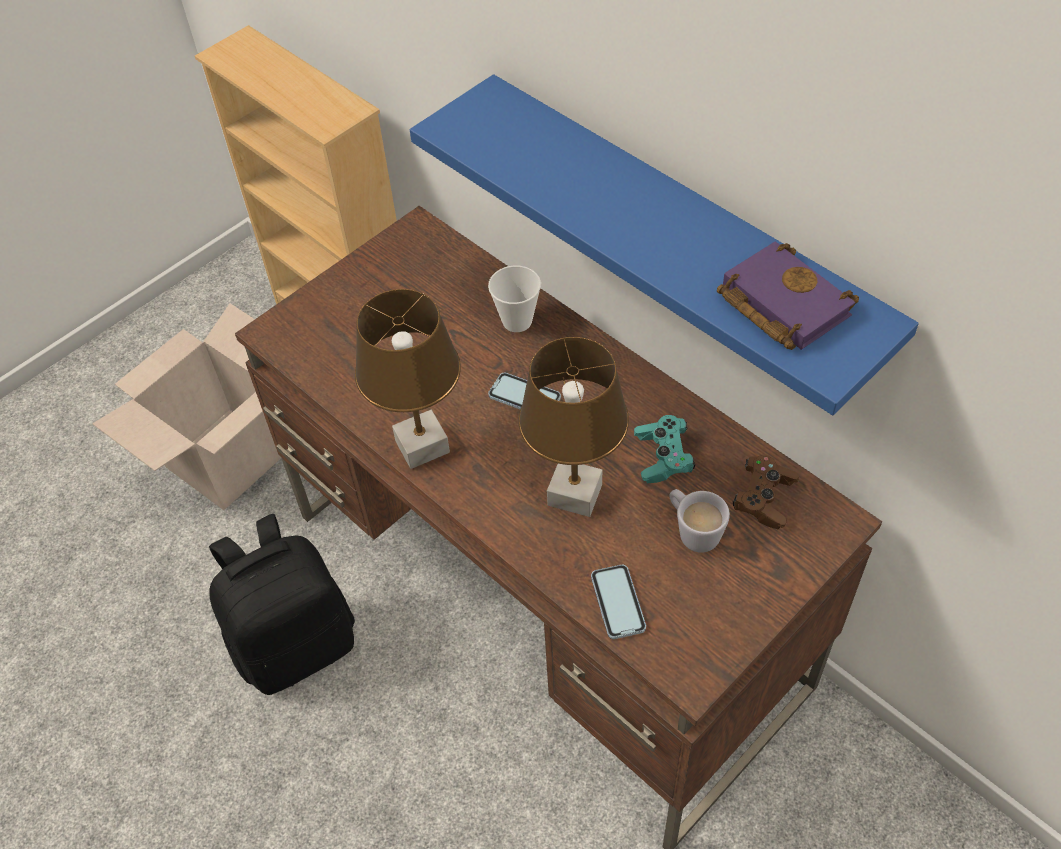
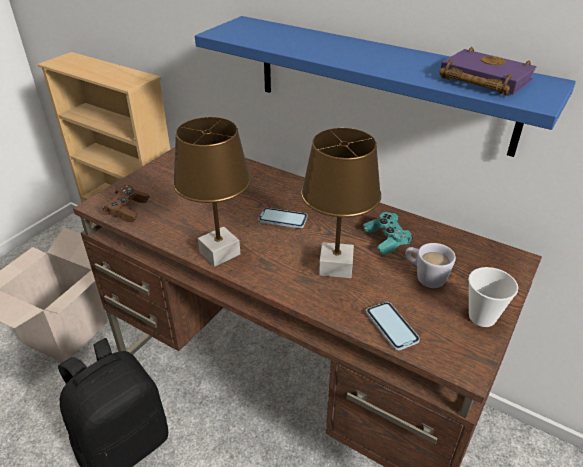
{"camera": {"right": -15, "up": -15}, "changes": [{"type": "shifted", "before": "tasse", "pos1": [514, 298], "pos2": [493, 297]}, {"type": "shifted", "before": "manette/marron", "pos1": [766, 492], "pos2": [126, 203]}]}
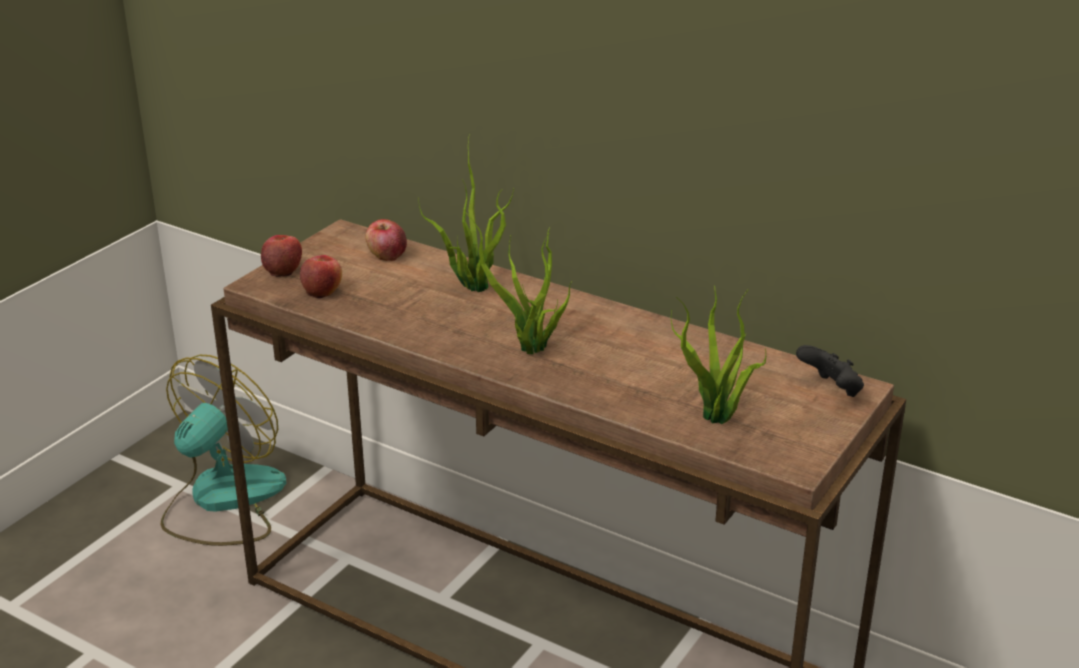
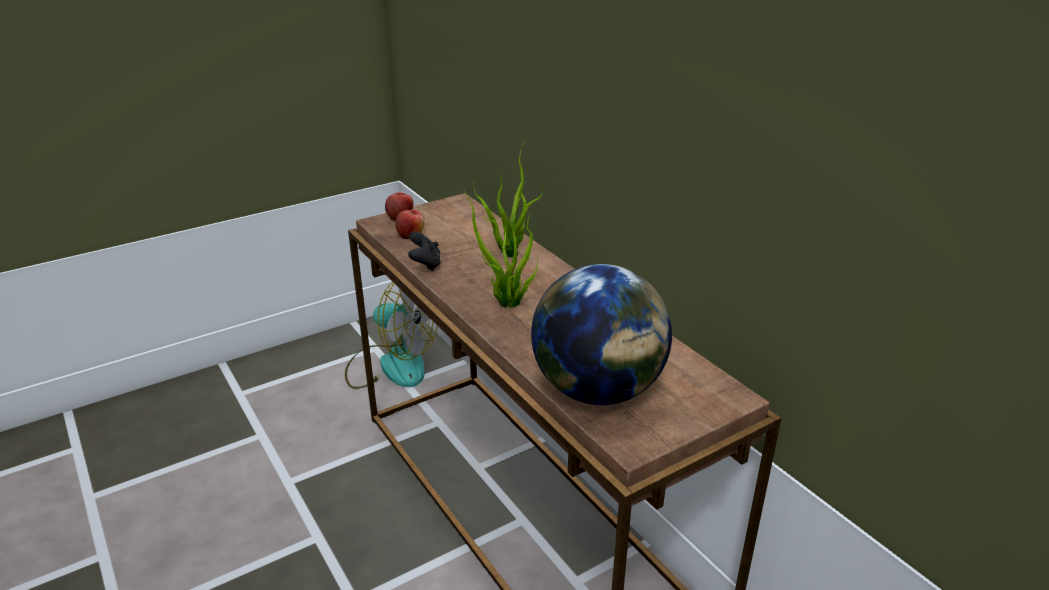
{"camera": {"right": 25, "up": 0}, "changes": [{"type": "rotated", "before": "ventilateur", "pos1": [224, 450], "pos2": [391, 335], "turn": 60}, {"type": "gone", "before": "pomme", "pos1": [386, 240]}, {"type": "swapped", "before": "plante en pot", "after": "globe", "pos1": [718, 354], "pos2": [601, 334]}, {"type": "shifted", "before": "manette/noir", "pos1": [830, 371], "pos2": [424, 251]}]}
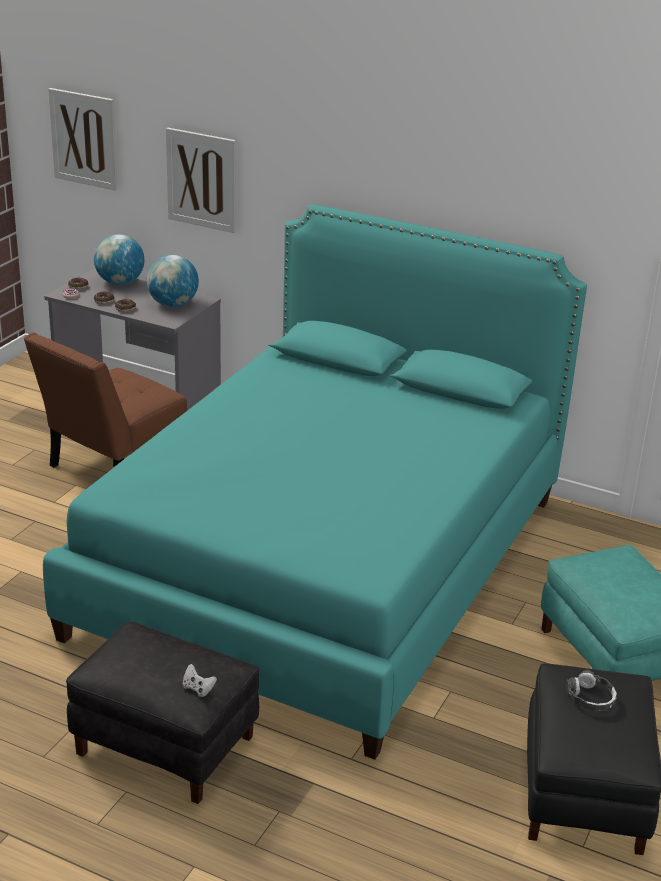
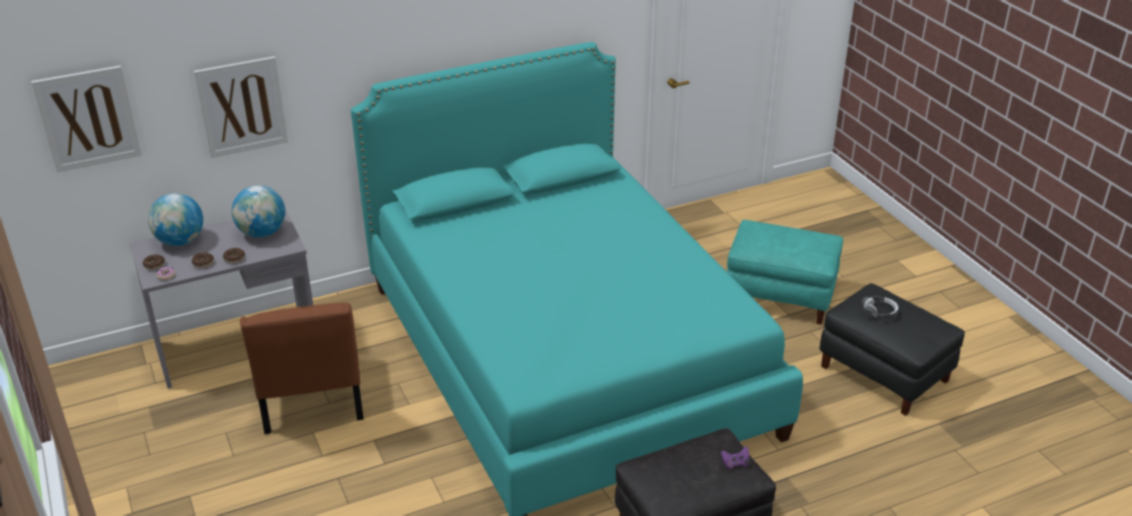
{"camera": {"right": -50, "up": 5}, "changes": [{"type": "repainted", "before": "manette/blanc", "after": "manette/violet", "pos1": [200, 680], "pos2": [735, 457]}]}
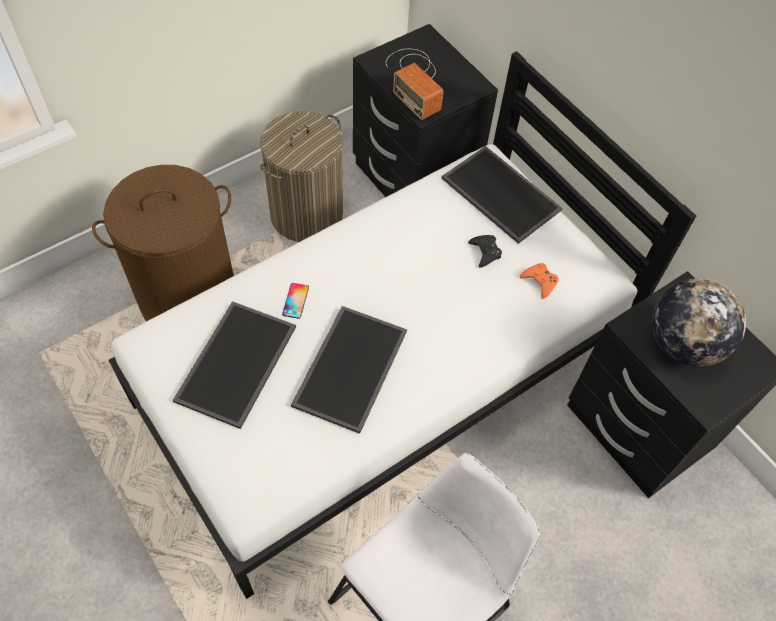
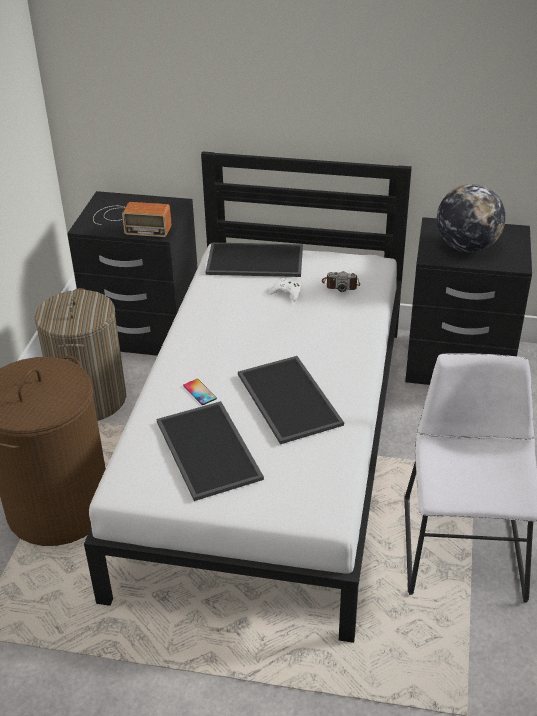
{"camera": {"right": -40, "up": -20}, "changes": [{"type": "repainted", "before": "manette/noir", "after": "manette/blanc", "pos1": [485, 251], "pos2": [285, 290]}, {"type": "swapped", "before": "manette/orange", "after": "appareil photo", "pos1": [539, 281], "pos2": [341, 281]}]}
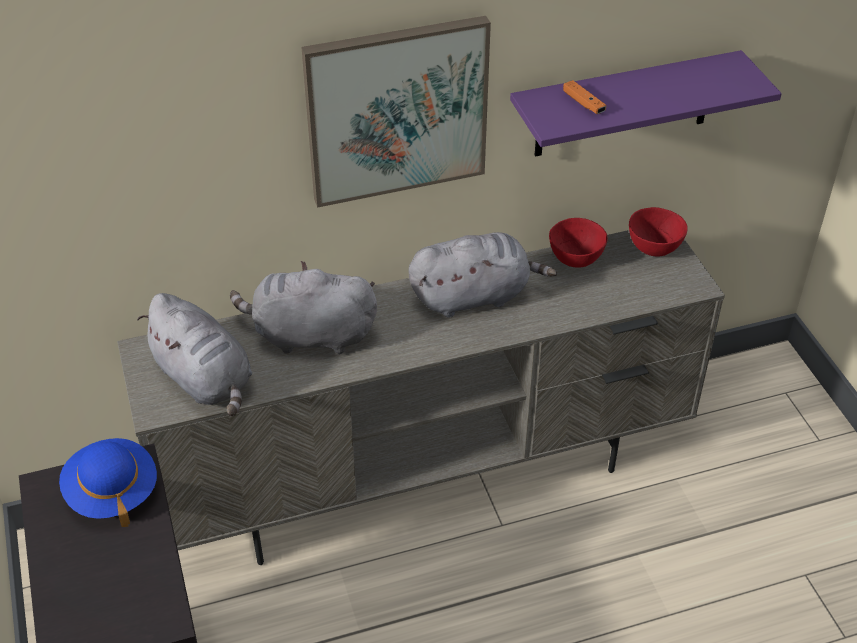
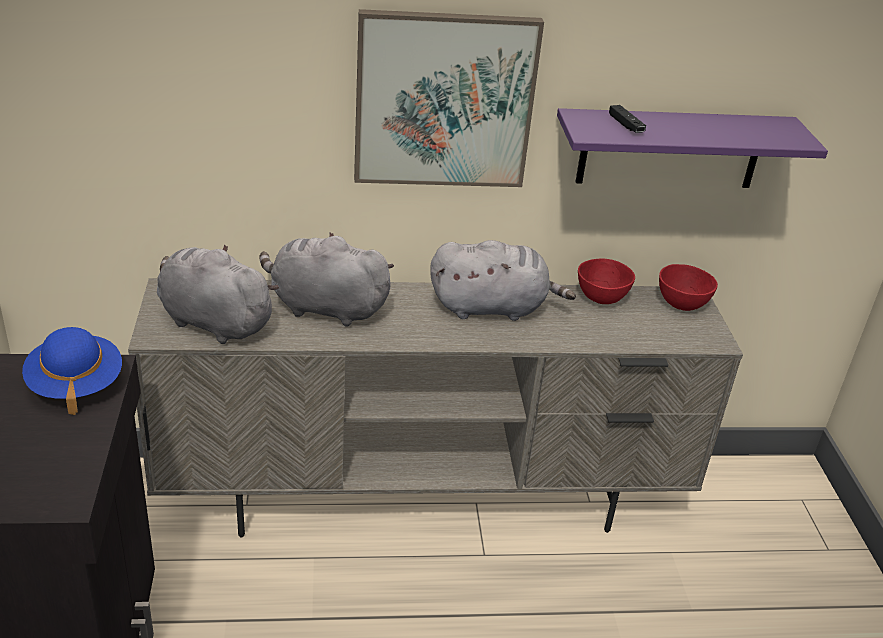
{"camera": {"right": 10, "up": -10}, "changes": [{"type": "rotated", "before": "peluche/gris", "pos1": [194, 354], "pos2": [218, 294], "turn": 150}, {"type": "repainted", "before": "manette/orange", "after": "manette/noir", "pos1": [584, 97], "pos2": [627, 119]}]}
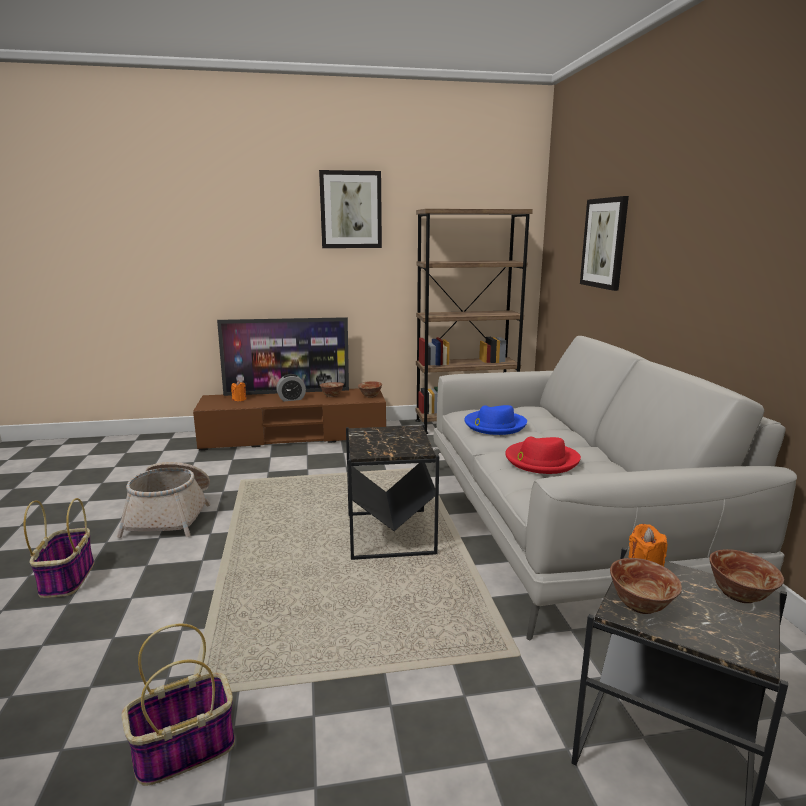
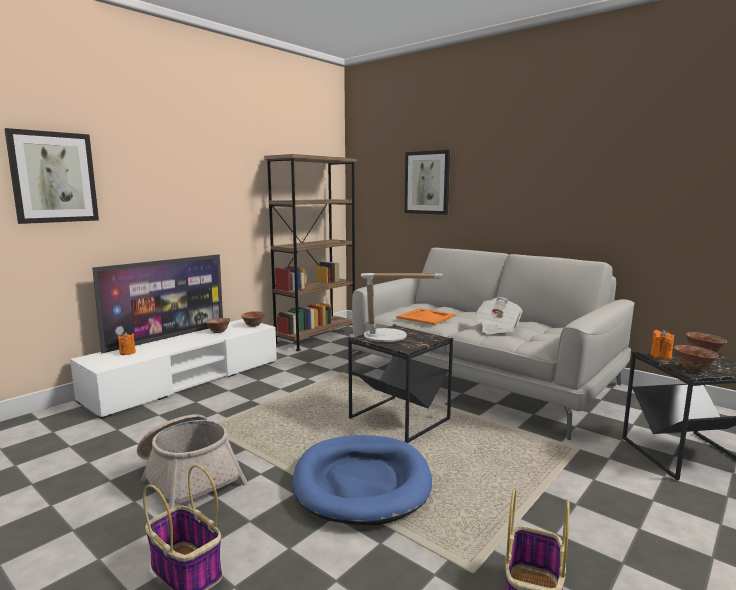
{"camera": {"right": -40, "up": -5}, "changes": [{"type": "repainted", "before": "meuble télé/marron", "after": "meuble télé/blanc", "pos1": [289, 419], "pos2": [173, 369]}, {"type": "gone", "before": "réveil", "pos1": [291, 387]}, {"type": "shifted", "before": "tableau", "pos1": [350, 209], "pos2": [51, 176]}, {"type": "swapped", "before": "chapeau/bleu", "after": "plateau/orange", "pos1": [495, 420], "pos2": [426, 316]}, {"type": "swapped", "before": "chapeau/rouge", "after": "journal", "pos1": [543, 455], "pos2": [499, 315]}, {"type": "new", "after": "panier pour chien/bleu", "pos2": [362, 480]}, {"type": "new", "after": "lampe de table", "pos2": [401, 307]}]}
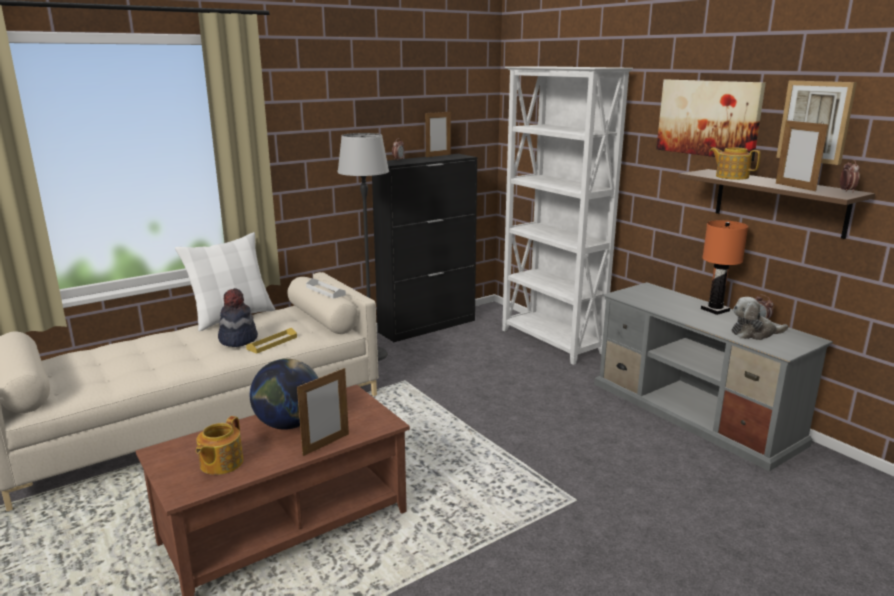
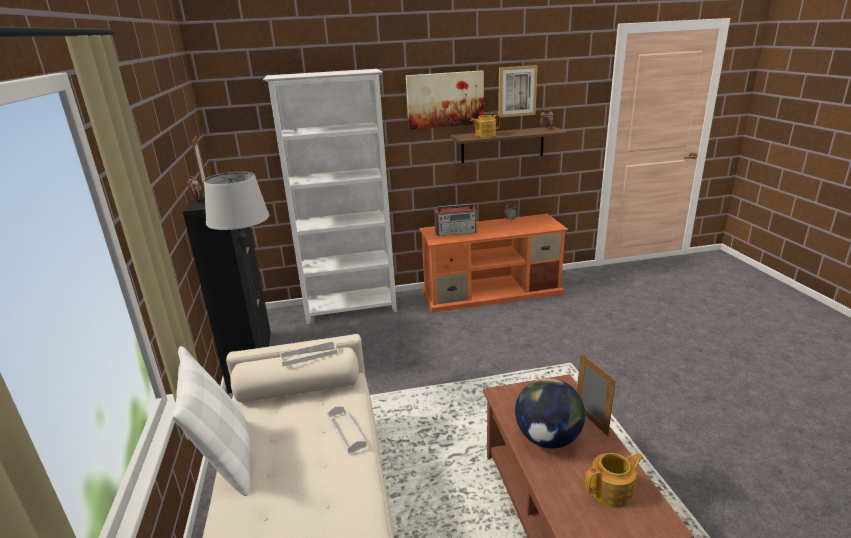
{"camera": {"right": -65, "up": 5}, "changes": [{"type": "rotated", "before": "théière", "pos1": [220, 445], "pos2": [614, 480], "turn": -60}, {"type": "gone", "before": "chapeau", "pos1": [238, 317]}, {"type": "repainted", "before": "plateau/jaune", "after": "plateau/blanc", "pos1": [271, 341], "pos2": [346, 430]}, {"type": "repainted", "before": "meuble télé/gris", "after": "meuble télé/orange", "pos1": [713, 376], "pos2": [493, 263]}, {"type": "gone", "before": "lampe de table/orange", "pos1": [724, 267]}, {"type": "gone", "before": "peluche", "pos1": [759, 318]}, {"type": "gone", "before": "cadre photo", "pos1": [802, 155]}, {"type": "new", "after": "radio", "pos2": [456, 220]}]}
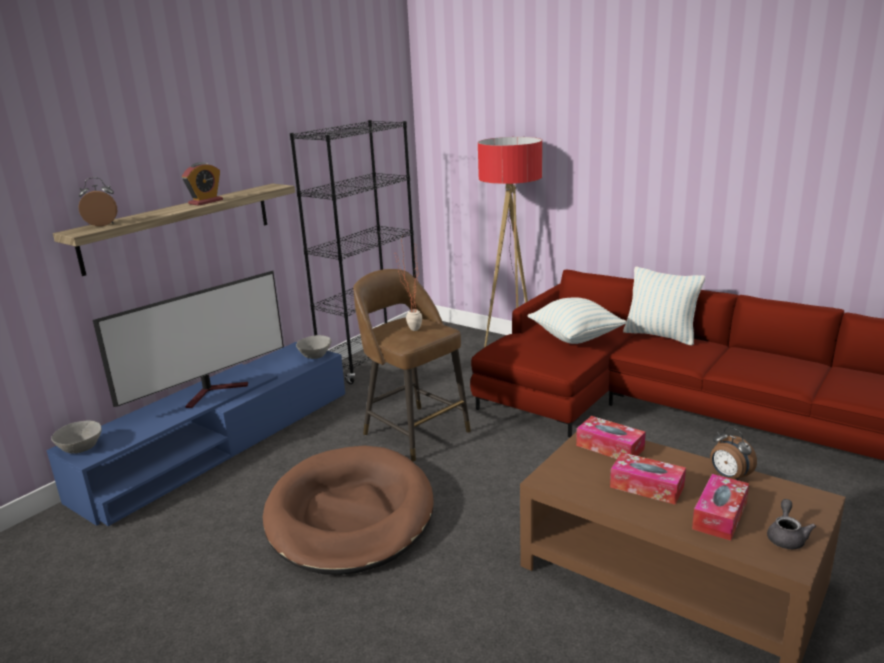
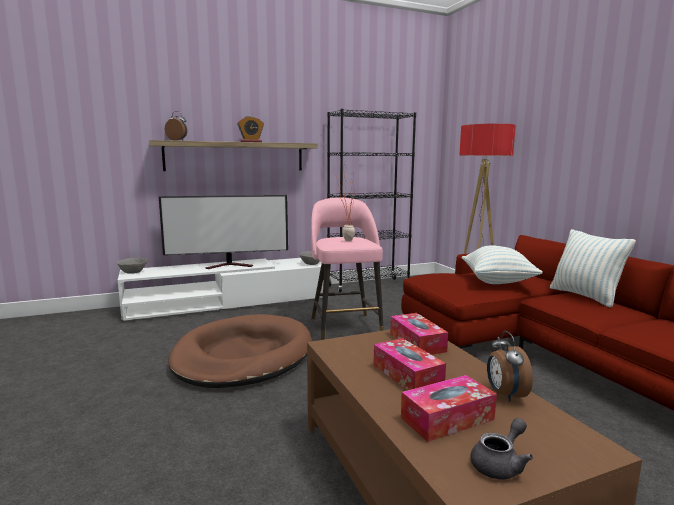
{"camera": {"right": 30, "up": -10}, "changes": [{"type": "repainted", "before": "meuble télé/bleu", "after": "meuble télé/blanc", "pos1": [195, 434], "pos2": [221, 289]}, {"type": "repainted", "before": "tabouret/marron", "after": "tabouret/rose", "pos1": [412, 365], "pos2": [347, 268]}]}
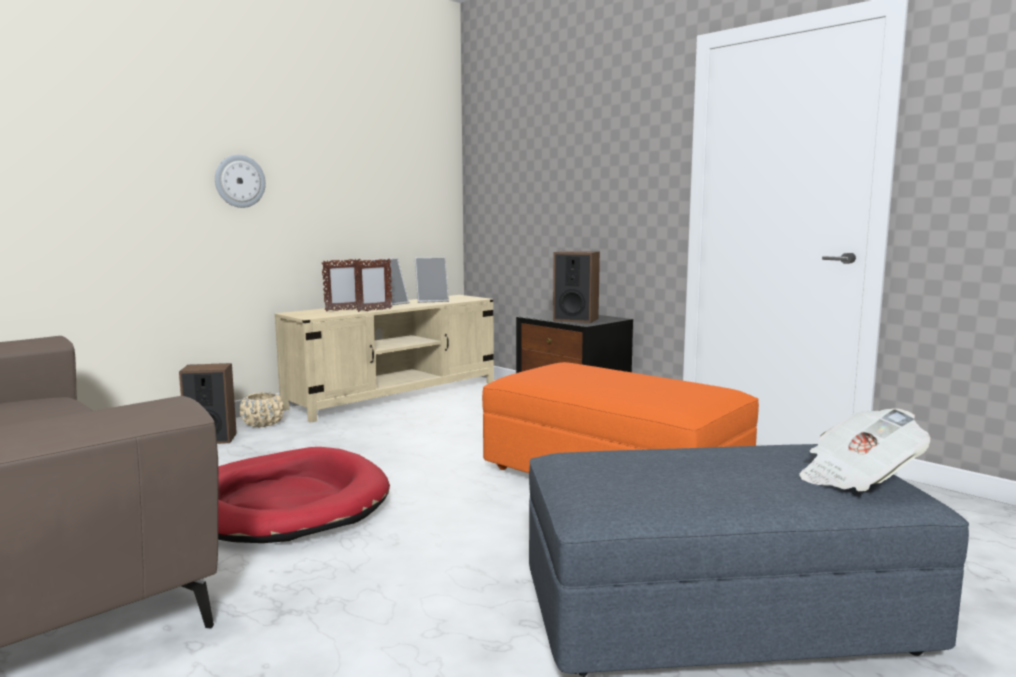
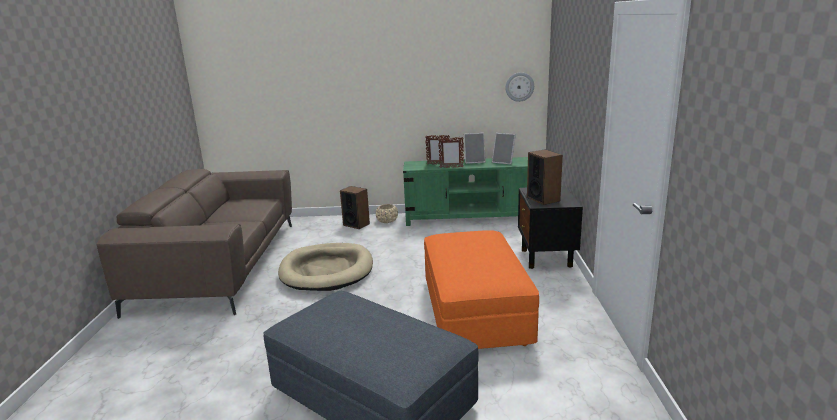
{"camera": {"right": 45, "up": 10}, "changes": [{"type": "shifted", "before": "horloge murale", "pos1": [240, 181], "pos2": [520, 87]}, {"type": "repainted", "before": "panier pour chien/rouge", "after": "panier pour chien/beige", "pos1": [304, 495], "pos2": [325, 267]}, {"type": "repainted", "before": "meuble télé/beige", "after": "meuble télé/vert", "pos1": [384, 359], "pos2": [465, 191]}, {"type": "gone", "before": "journal", "pos1": [864, 449]}]}
